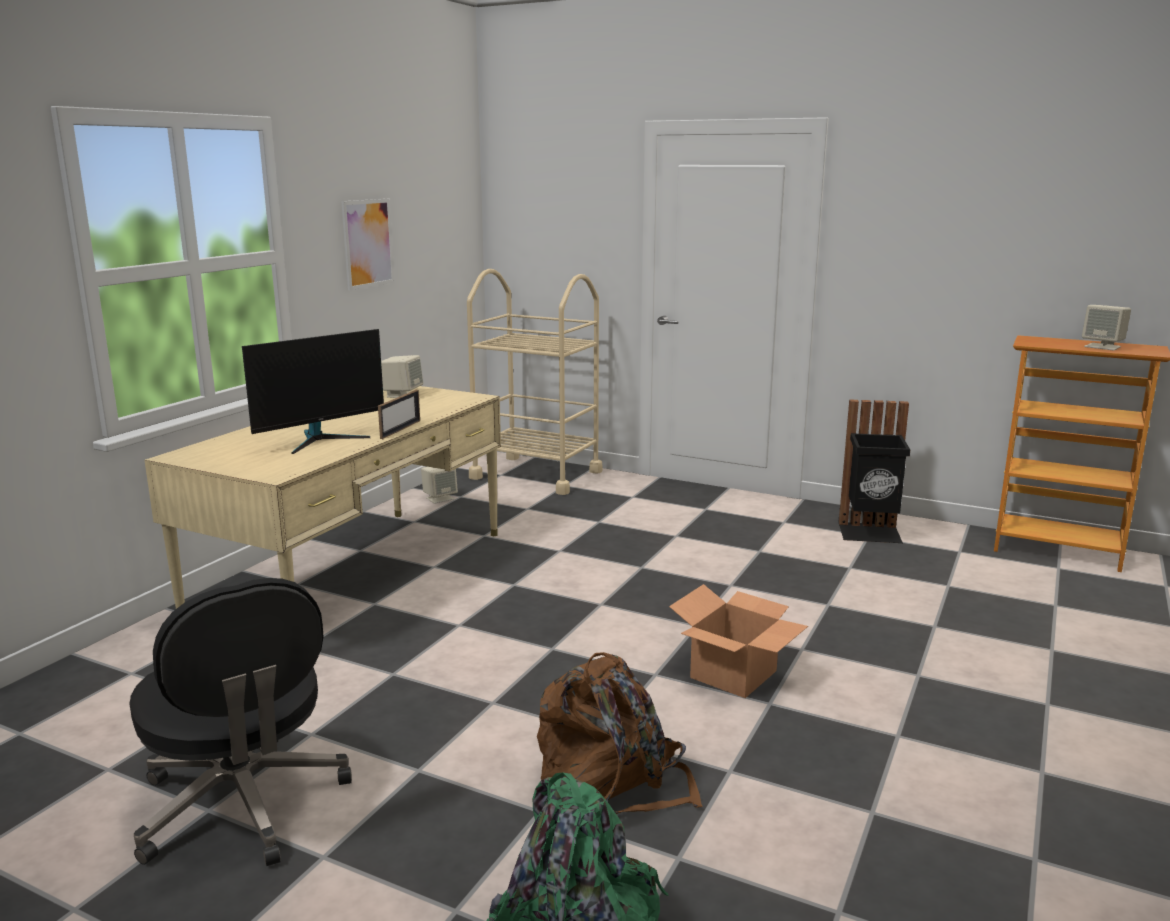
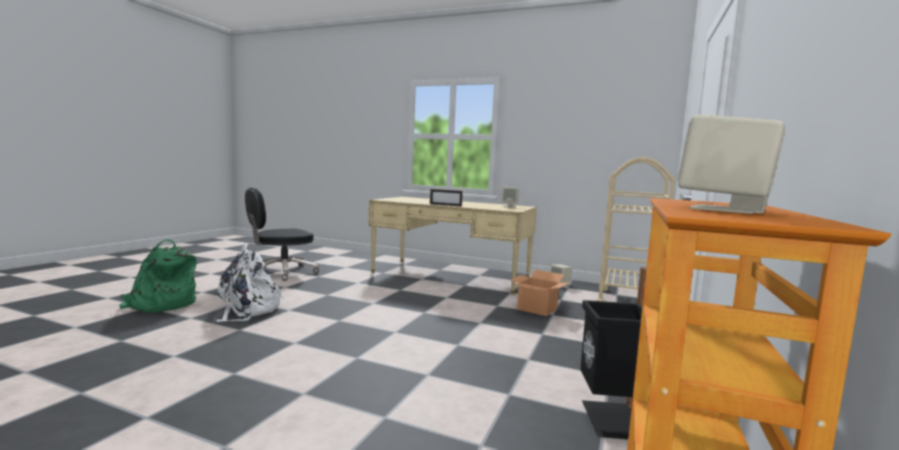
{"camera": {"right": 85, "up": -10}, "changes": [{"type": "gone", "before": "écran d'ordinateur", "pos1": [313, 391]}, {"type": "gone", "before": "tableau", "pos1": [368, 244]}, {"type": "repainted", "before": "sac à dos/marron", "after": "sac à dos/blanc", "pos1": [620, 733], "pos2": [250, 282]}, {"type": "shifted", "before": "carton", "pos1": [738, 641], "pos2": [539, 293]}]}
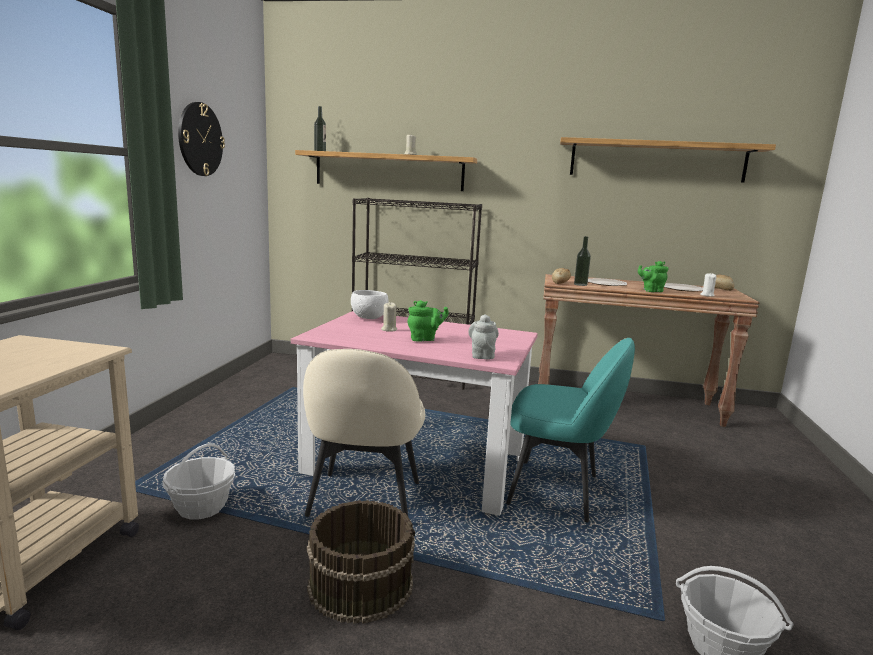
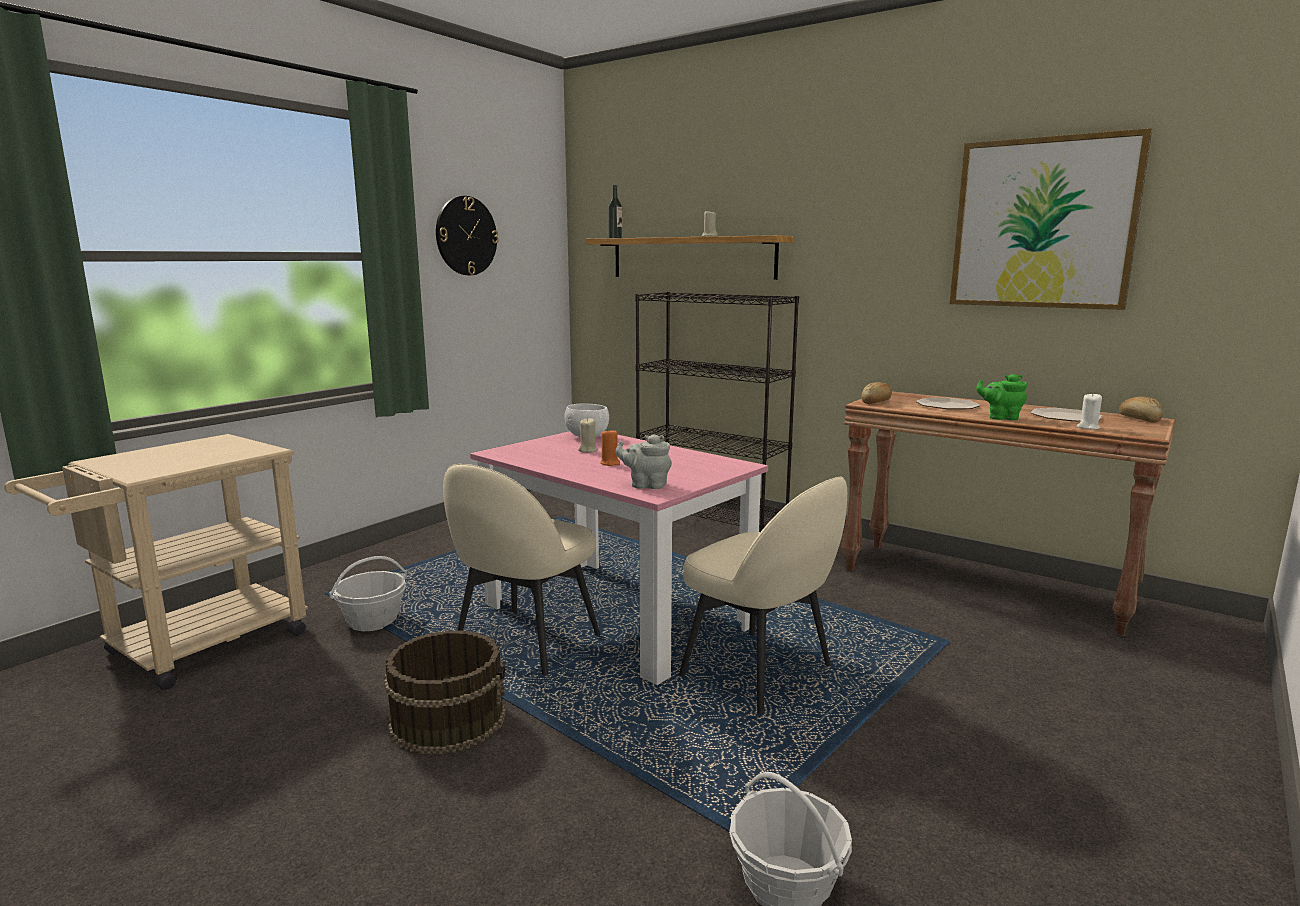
{"camera": {"right": 25, "up": 0}, "changes": [{"type": "swapped", "before": "théière/vert", "after": "bougie/orange", "pos1": [428, 321], "pos2": [610, 447]}, {"type": "rotated", "before": "théière/gris", "pos1": [484, 336], "pos2": [643, 461], "turn": -105}, {"type": "repainted", "before": "chaise/turquoise", "after": "chaise/beige", "pos1": [570, 430], "pos2": [763, 595]}, {"type": "swapped", "before": "étagère", "after": "tableau", "pos1": [668, 160], "pos2": [1051, 219]}, {"type": "gone", "before": "bouteille", "pos1": [582, 261]}]}
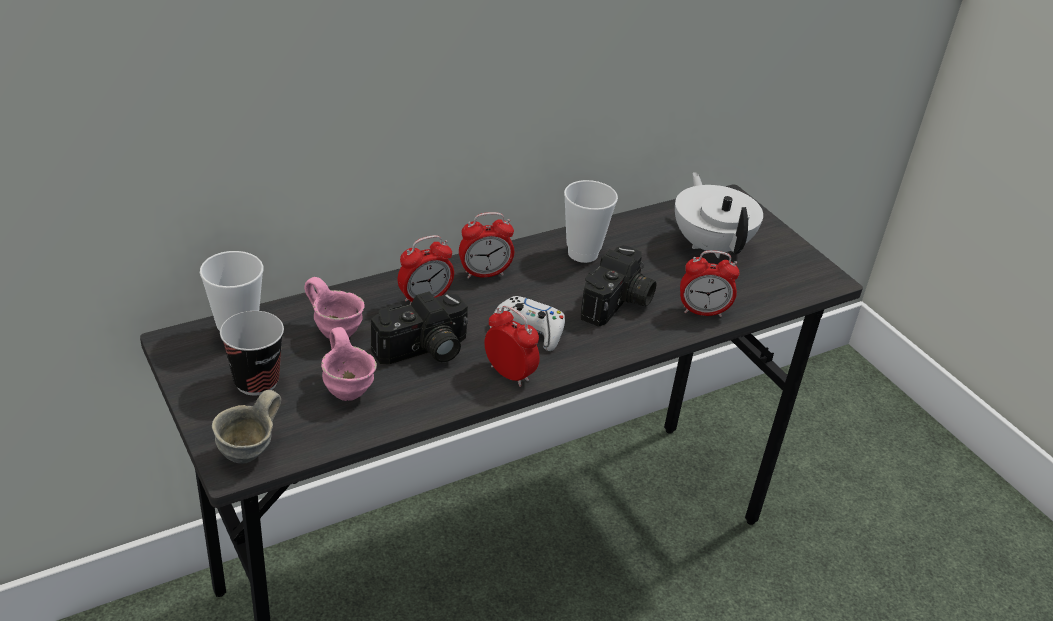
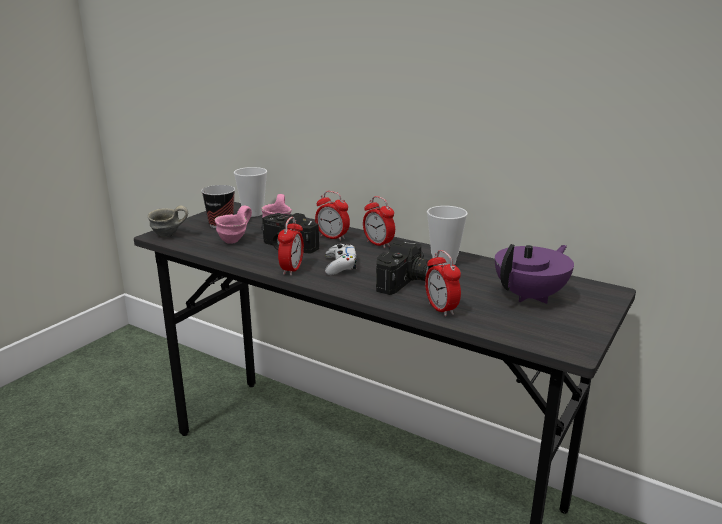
{"camera": {"right": 65, "up": -15}, "changes": [{"type": "rotated", "before": "appareil photo", "pos1": [618, 286], "pos2": [405, 268], "turn": -60}, {"type": "repainted", "before": "théière/blanc", "after": "théière/violet", "pos1": [719, 215], "pos2": [534, 274]}]}
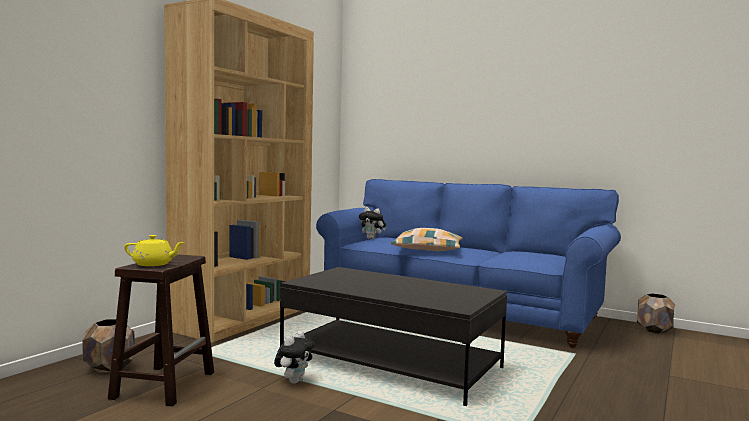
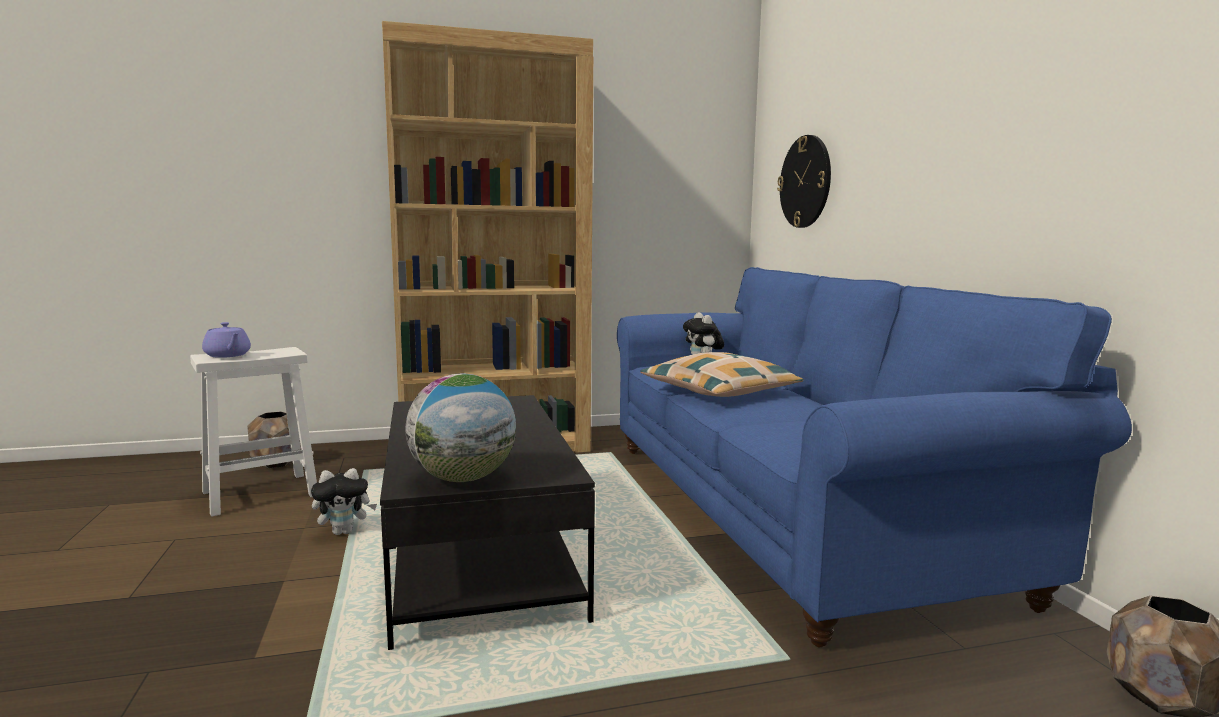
{"camera": {"right": 45, "up": 5}, "changes": [{"type": "repainted", "before": "tabouret/marron", "after": "tabouret/blanc", "pos1": [161, 330], "pos2": [253, 432]}, {"type": "repainted", "before": "théière/jaune", "after": "théière/violet", "pos1": [154, 250], "pos2": [226, 340]}, {"type": "new", "after": "globe", "pos2": [461, 427]}, {"type": "new", "after": "horloge murale", "pos2": [804, 181]}]}
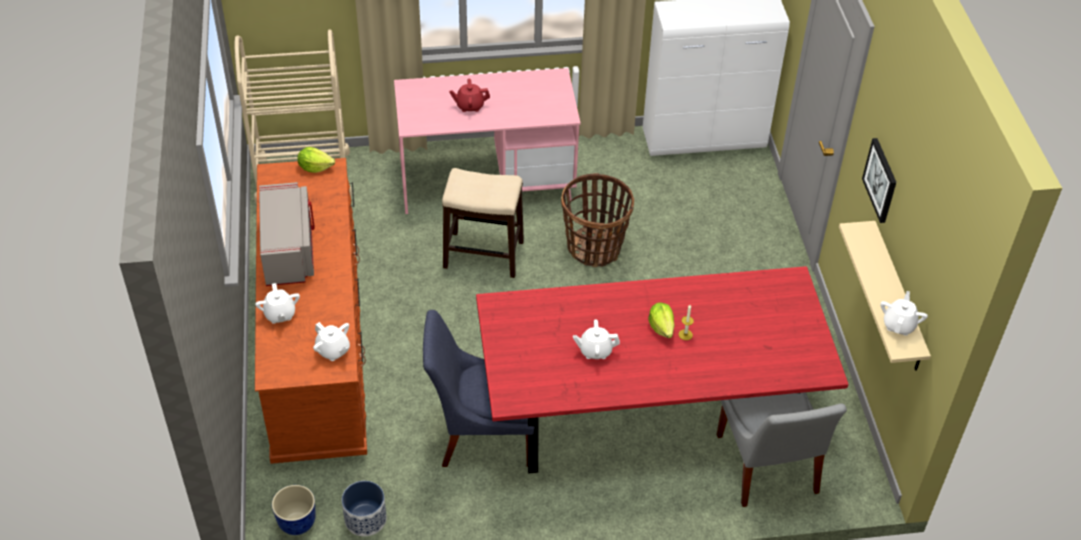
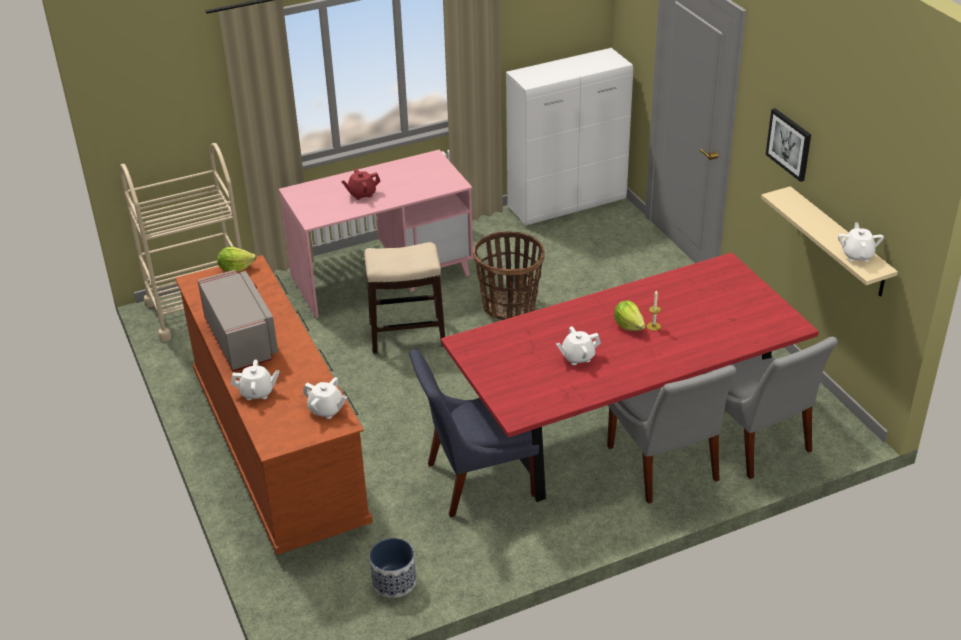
{"camera": {"right": -15, "up": -10}, "changes": [{"type": "rotated", "before": "théière/blanc", "pos1": [277, 303], "pos2": [255, 379], "turn": -60}, {"type": "gone", "before": "cache-pot", "pos1": [294, 510]}, {"type": "new", "after": "chaise/gris", "pos2": [672, 434]}]}
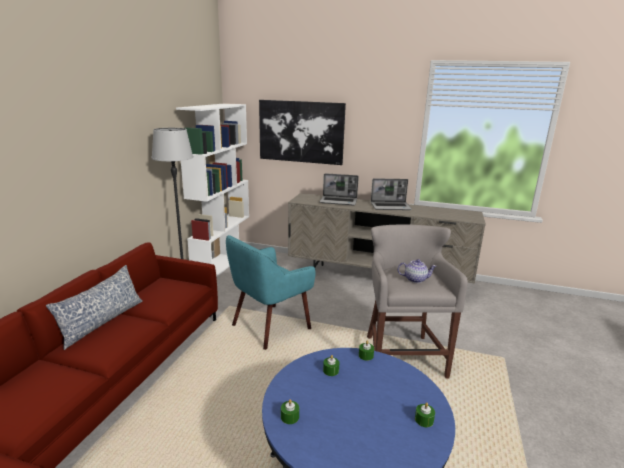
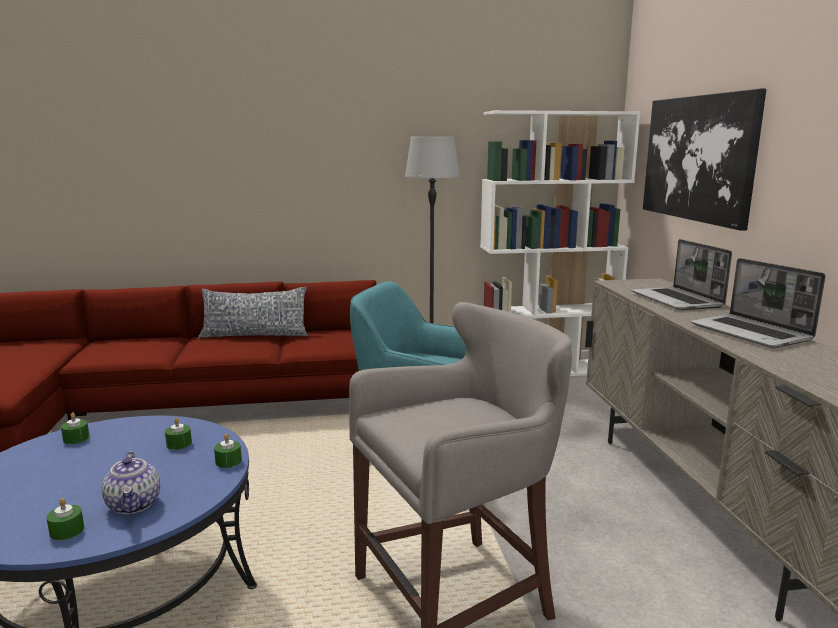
{"camera": {"right": 65, "up": -5}, "changes": [{"type": "shifted", "before": "théière", "pos1": [417, 271], "pos2": [131, 483]}]}
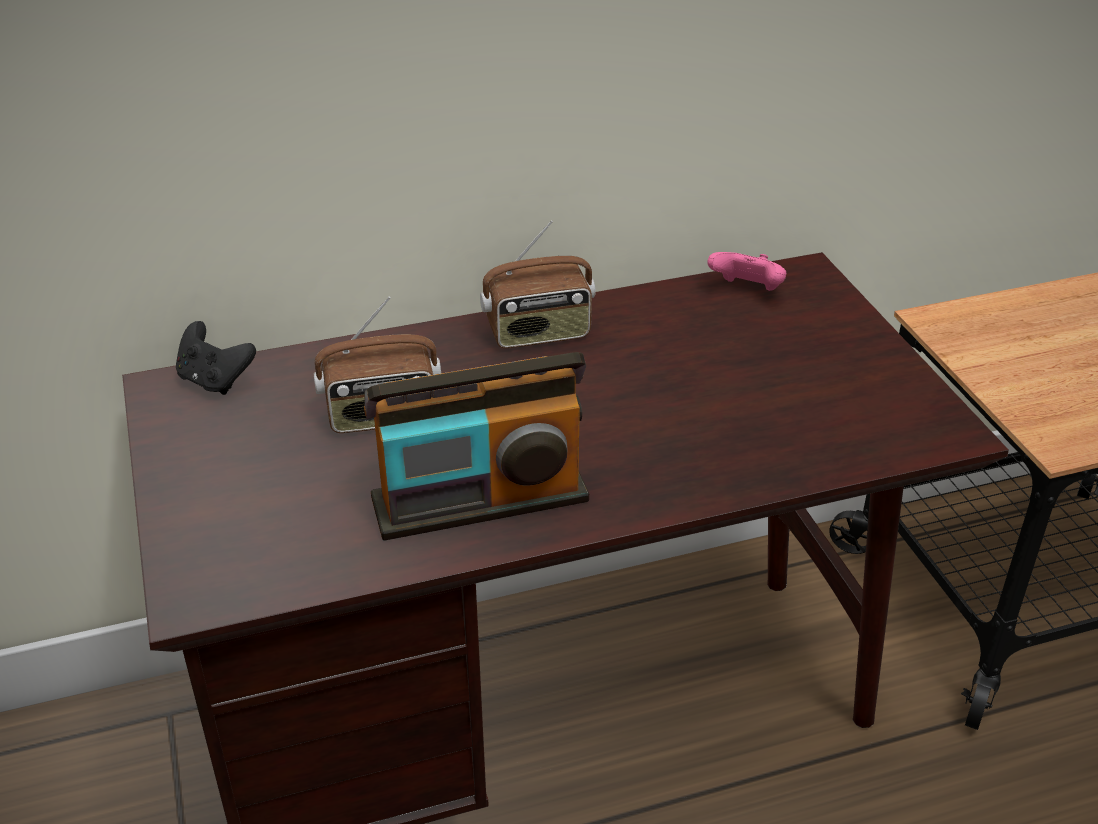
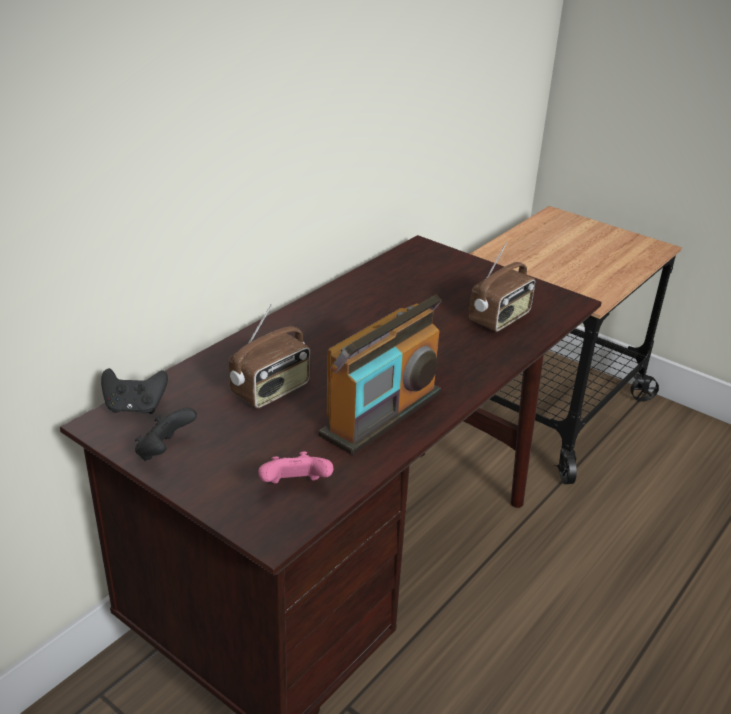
{"camera": {"right": -35, "up": -5}, "changes": [{"type": "shifted", "before": "radio", "pos1": [538, 284], "pos2": [502, 287]}, {"type": "shifted", "before": "manette/rose", "pos1": [746, 271], "pos2": [296, 467]}, {"type": "new", "after": "manette/noir", "pos2": [166, 434]}]}
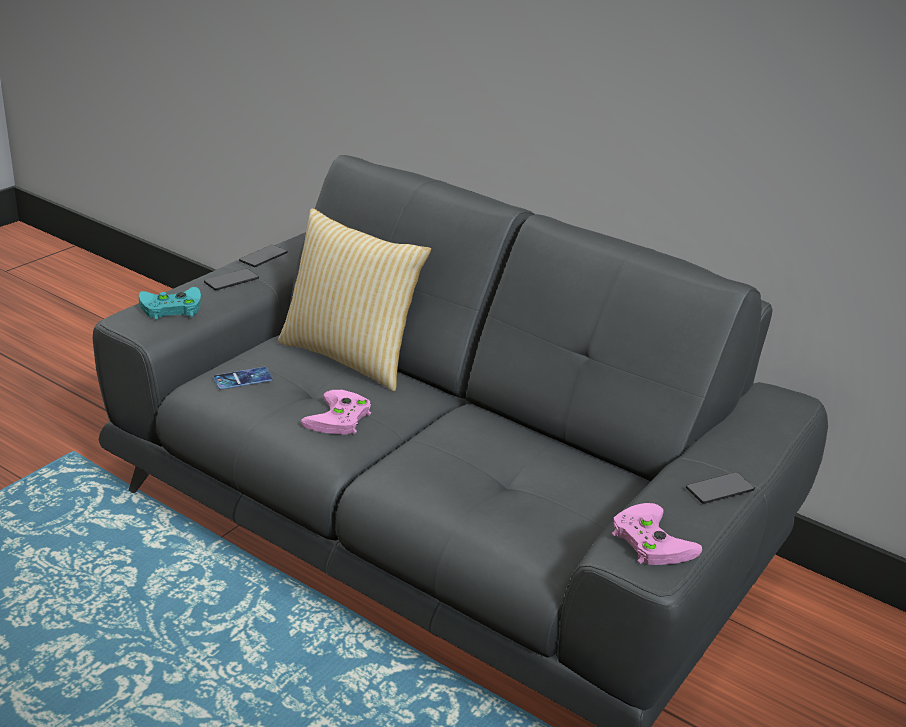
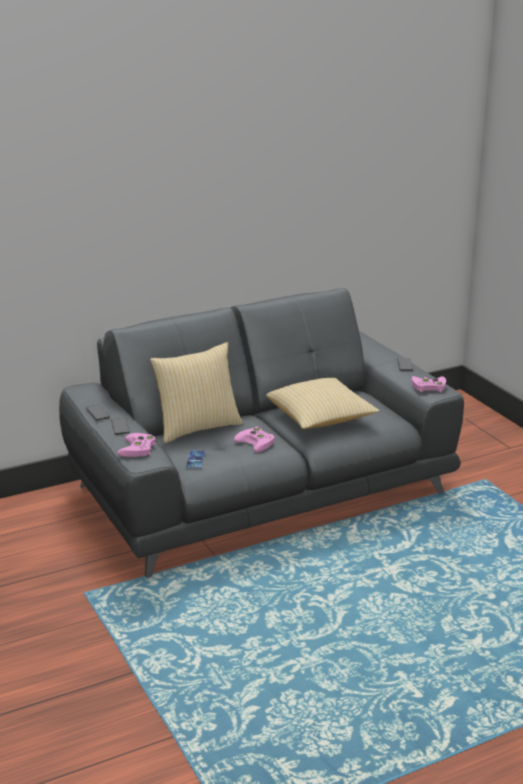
{"camera": {"right": -60, "up": -5}, "changes": [{"type": "repainted", "before": "manette/turquoise", "after": "manette/rose", "pos1": [170, 303], "pos2": [136, 445]}, {"type": "new", "after": "coussin", "pos2": [322, 403]}]}
